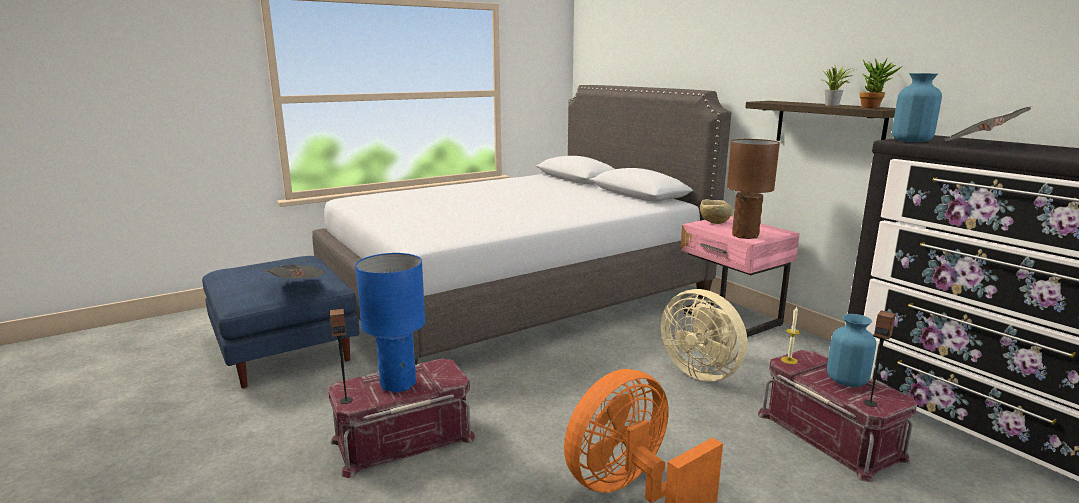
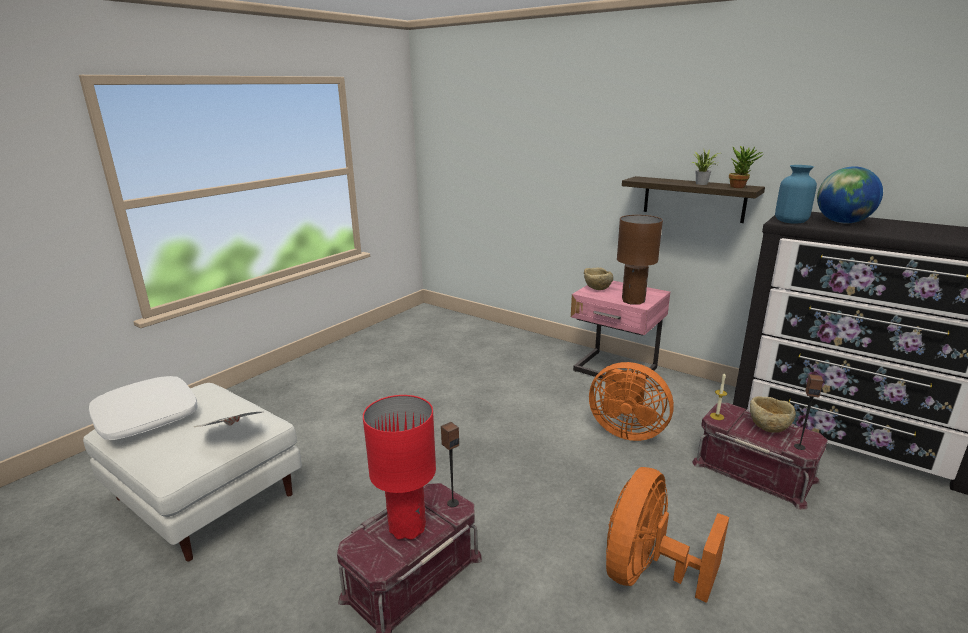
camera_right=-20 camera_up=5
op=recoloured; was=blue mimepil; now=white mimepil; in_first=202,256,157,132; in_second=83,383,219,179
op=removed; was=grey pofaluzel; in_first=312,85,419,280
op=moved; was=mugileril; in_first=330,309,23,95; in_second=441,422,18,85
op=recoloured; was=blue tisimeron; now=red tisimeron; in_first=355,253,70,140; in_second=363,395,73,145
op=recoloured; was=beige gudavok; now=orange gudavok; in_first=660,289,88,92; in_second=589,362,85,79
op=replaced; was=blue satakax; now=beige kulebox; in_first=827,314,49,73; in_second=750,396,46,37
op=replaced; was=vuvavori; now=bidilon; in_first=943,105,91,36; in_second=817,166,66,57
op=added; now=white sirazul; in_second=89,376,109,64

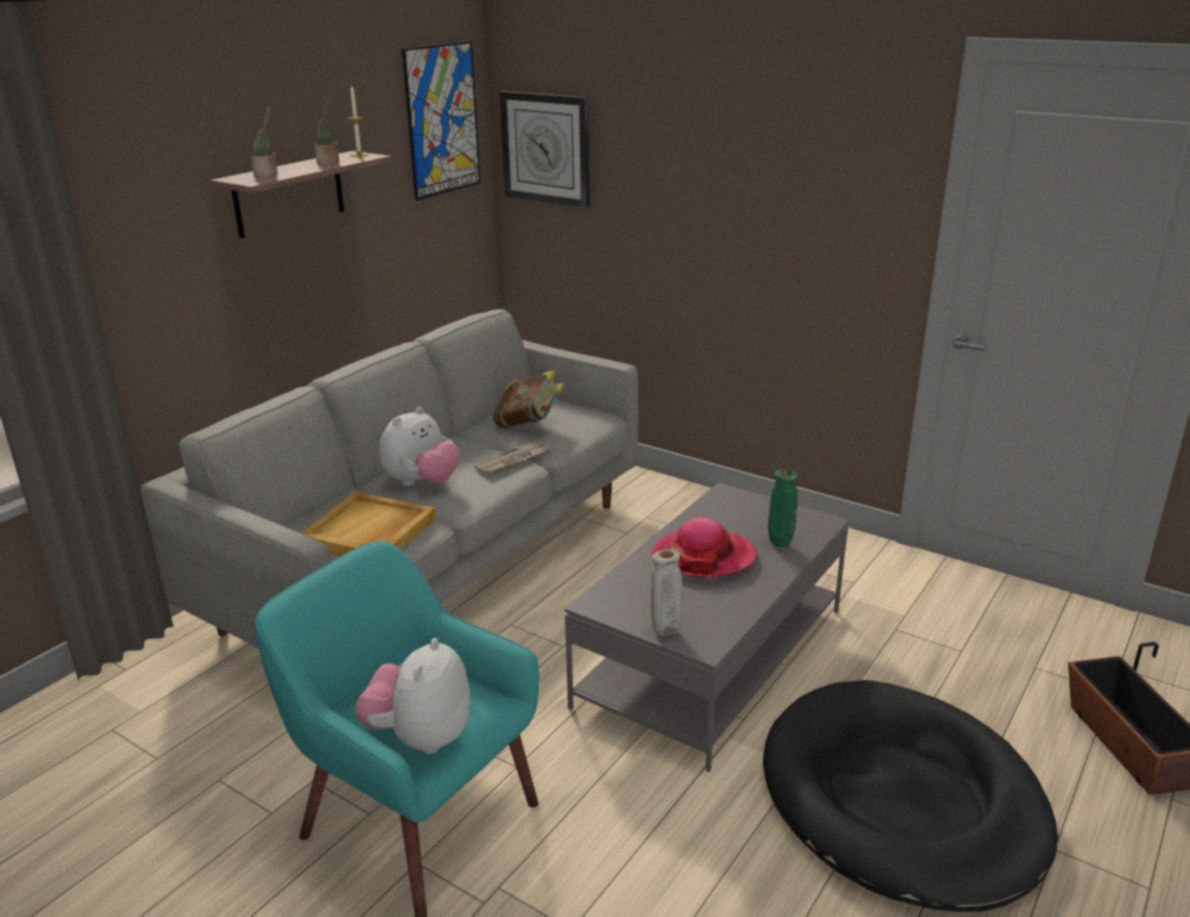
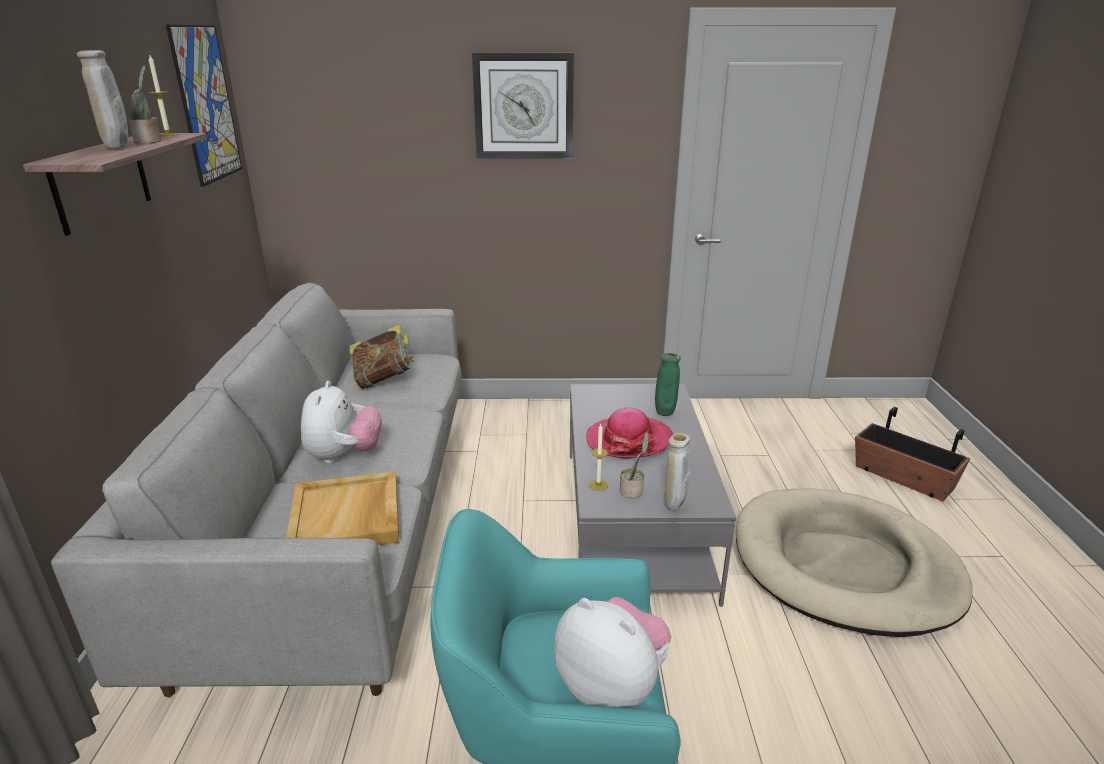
camera_right=-35 camera_up=0
op=moved; was=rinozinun; in_first=251,107,27,71; in_second=620,432,29,66
op=turned; was=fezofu; in_first=355,638,115,116; in_second=554,597,117,111; clockwise=150
op=removed; was=vuvavori; in_first=474,440,77,36
op=moved; was=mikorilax; in_first=499,91,91,117; in_second=472,53,102,106
op=recoloured; was=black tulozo; now=beige tulozo; in_first=763,680,295,232; in_second=736,488,237,149
op=added; now=beige satakax; in_second=77,50,51,99
op=added; now=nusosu; in_second=589,424,19,67

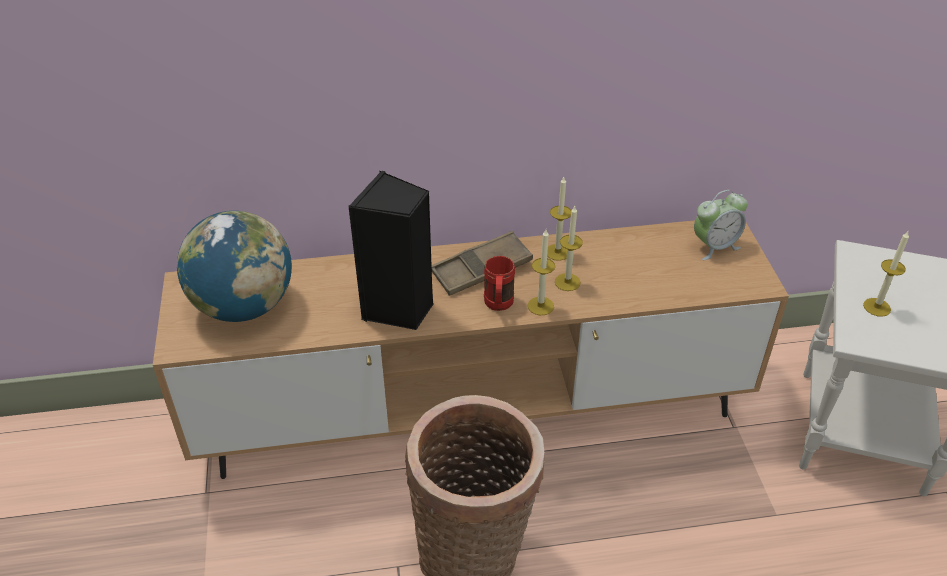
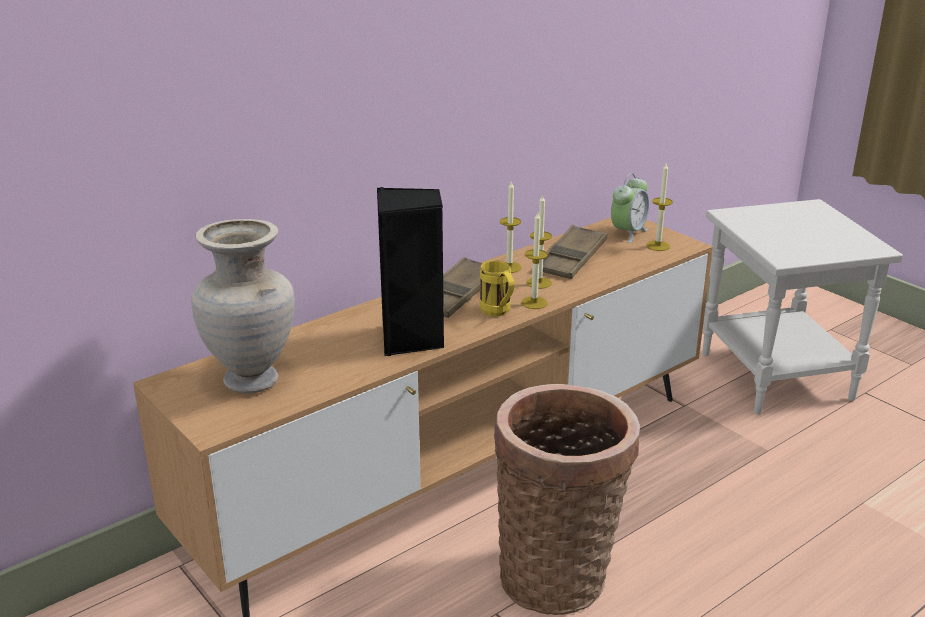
camera_right=-30 camera_up=-15
op=replaced; was=bidilon; now=beige satakax; in_first=177,211,115,111; in_second=191,219,104,175
op=recoloured; was=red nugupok; now=yellow nugupok; in_first=484,256,31,55; in_second=480,260,34,57
op=moved; was=nusosu; in_first=863,230,46,87; in_second=646,163,27,88
op=added; now=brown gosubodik; in_second=543,225,65,54

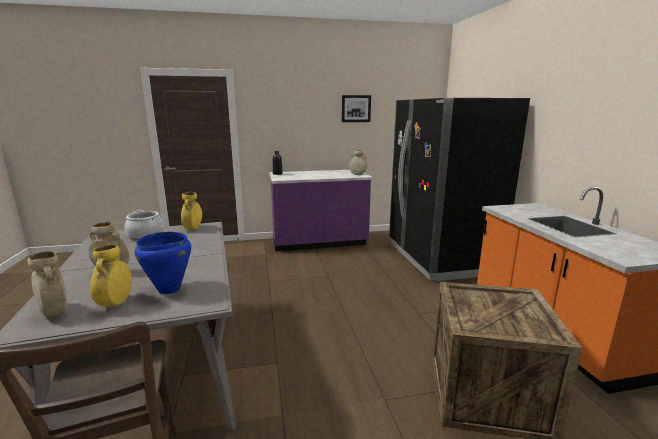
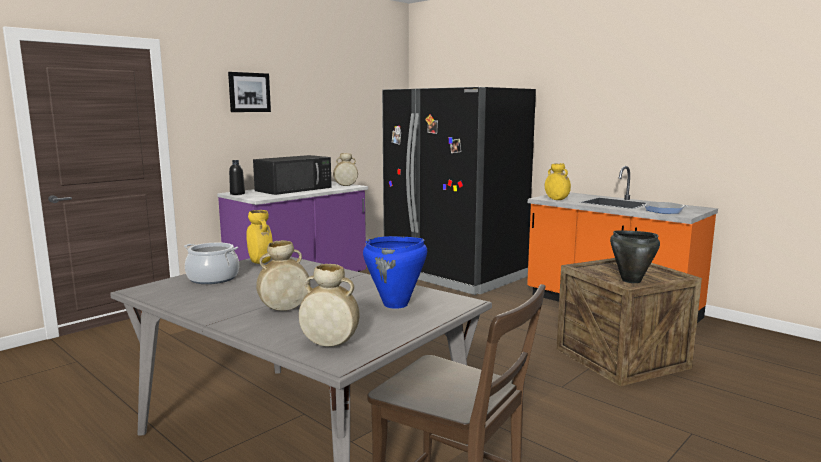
camera_right=-35 camera_up=-5
op=moved; was=yellow satakax; in_first=90,244,42,63; in_second=545,163,26,37
op=moved; was=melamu; in_first=342,95,29,27; in_second=228,72,43,40
op=added; now=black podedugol; in_second=253,155,79,40
op=added; now=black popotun; in_second=610,230,50,53
op=added; now=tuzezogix; in_second=642,202,45,12

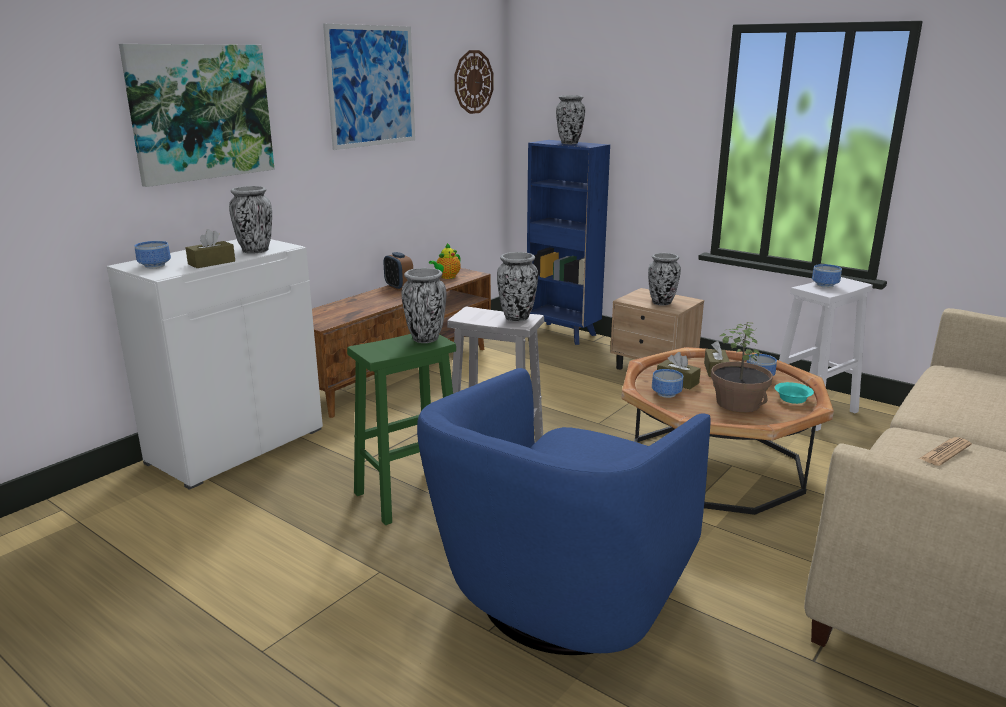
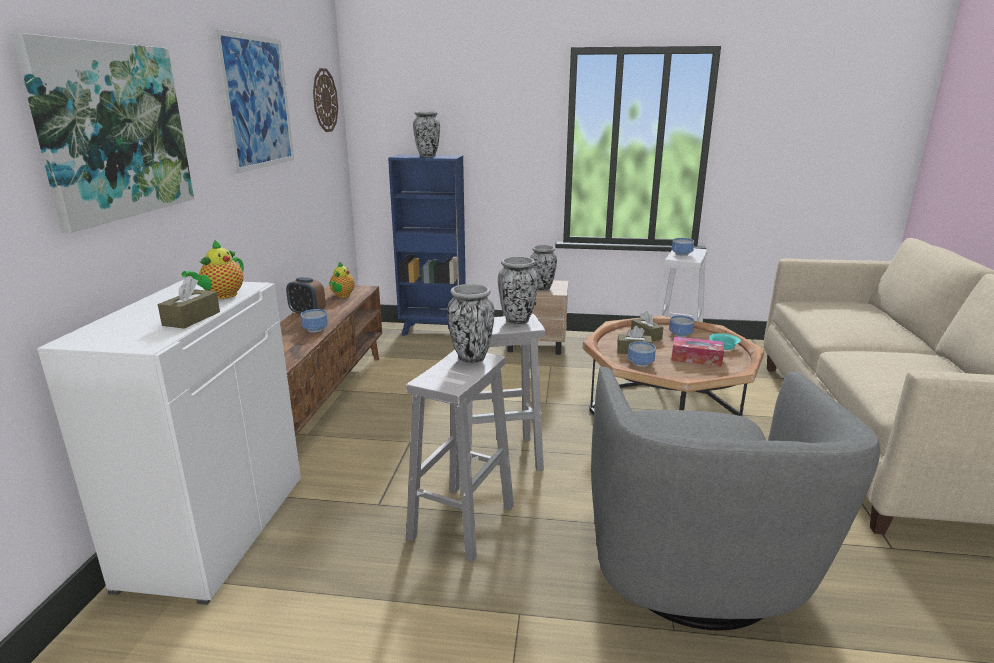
camera_right=-30 camera_up=0
op=moved; was=kulebox; in_first=134,241,37,27; in_second=301,309,27,23
op=replaced; was=satakax; now=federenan; in_first=229,186,43,68; in_second=181,240,63,59
op=recoloured; was=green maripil; now=white maripil; in_first=347,334,109,191; in_second=406,350,108,212
op=recoloured; was=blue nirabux; now=grey nirabux; in_first=417,368,294,287; in_second=591,367,289,263
op=replaced; was=rinozinun; now=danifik; in_first=711,322,62,90; in_second=671,337,53,30
op=removed; was=vuvavori; in_first=919,437,53,29

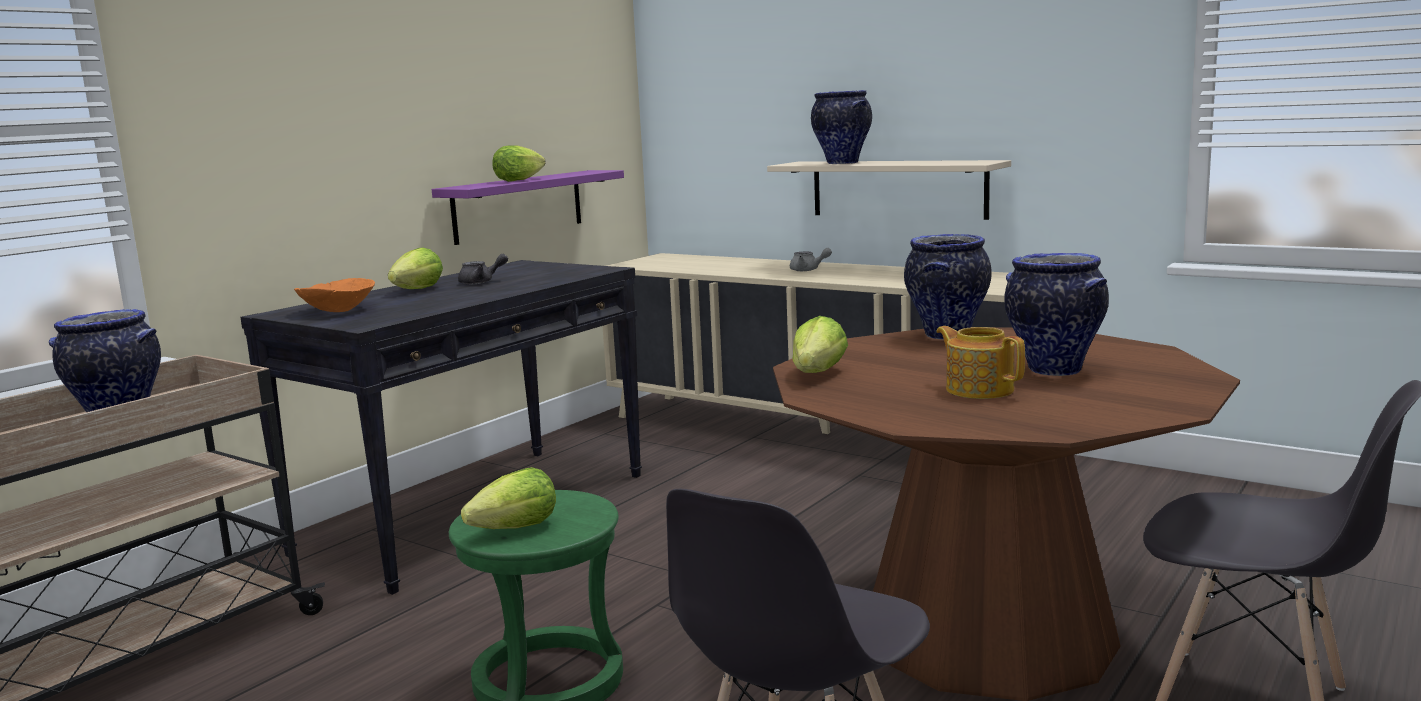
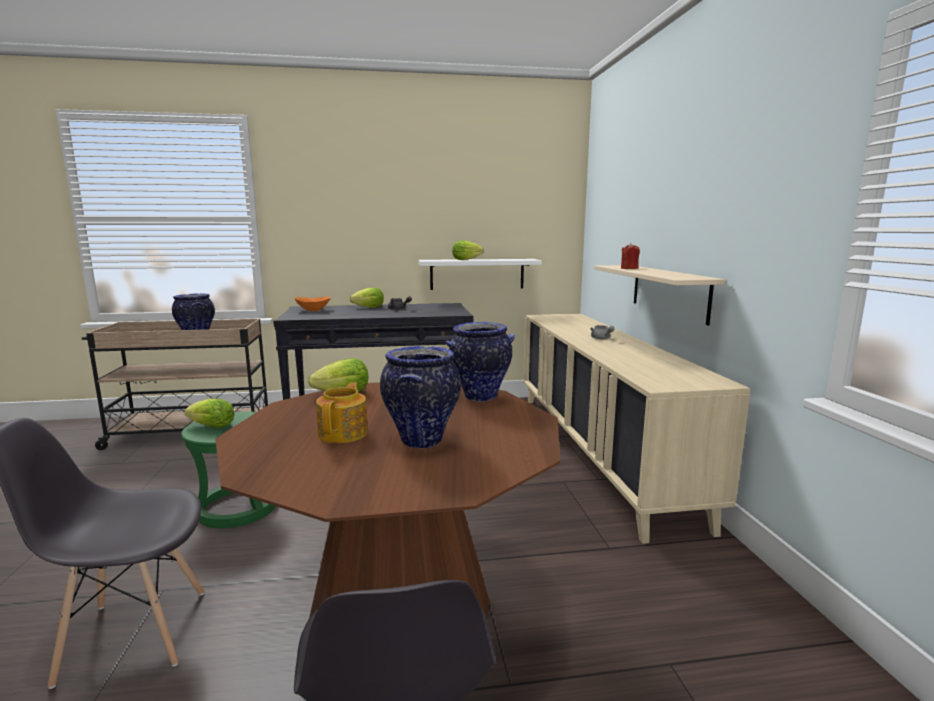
camera_right=45 camera_up=0
op=recoloured; was=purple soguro; now=white soguro; in_first=432,170,192,75; in_second=419,259,123,31
op=replaced; was=satakax; now=red nusosu; in_first=811,90,61,74; in_second=621,243,19,26

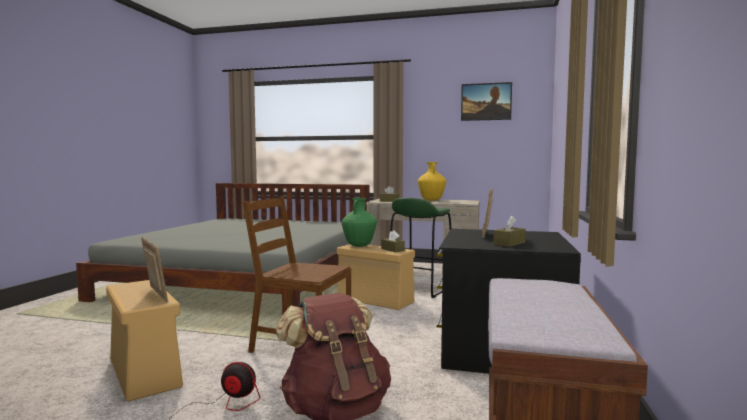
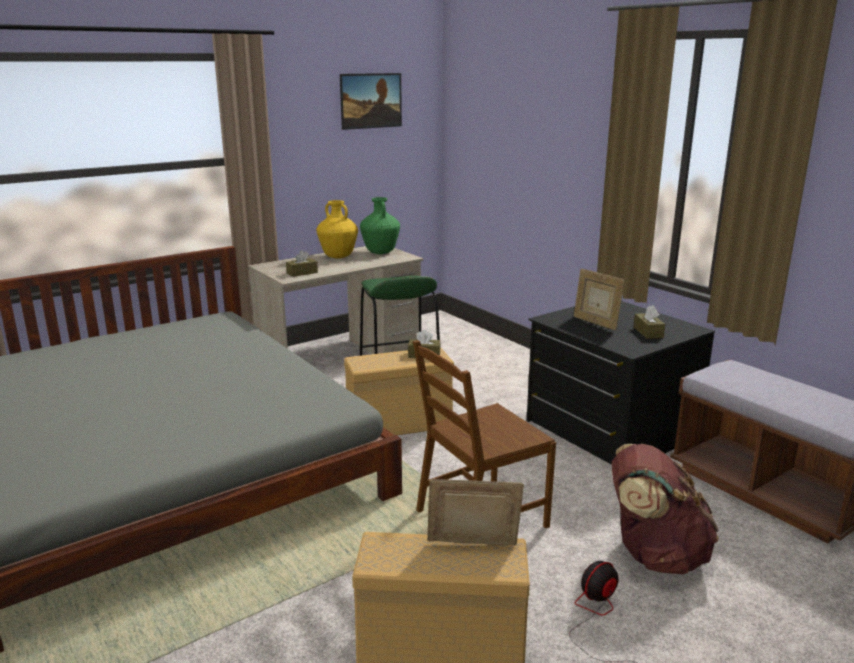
camera_right=-50 camera_up=15
op=moved; was=green satakax; in_first=342,198,35,49; in_second=360,197,40,57

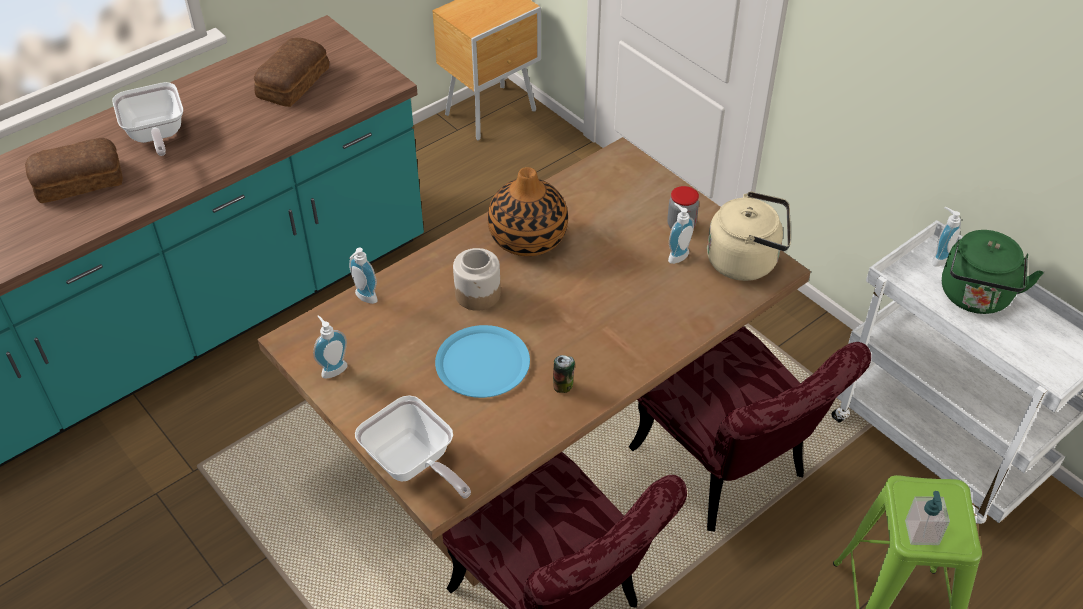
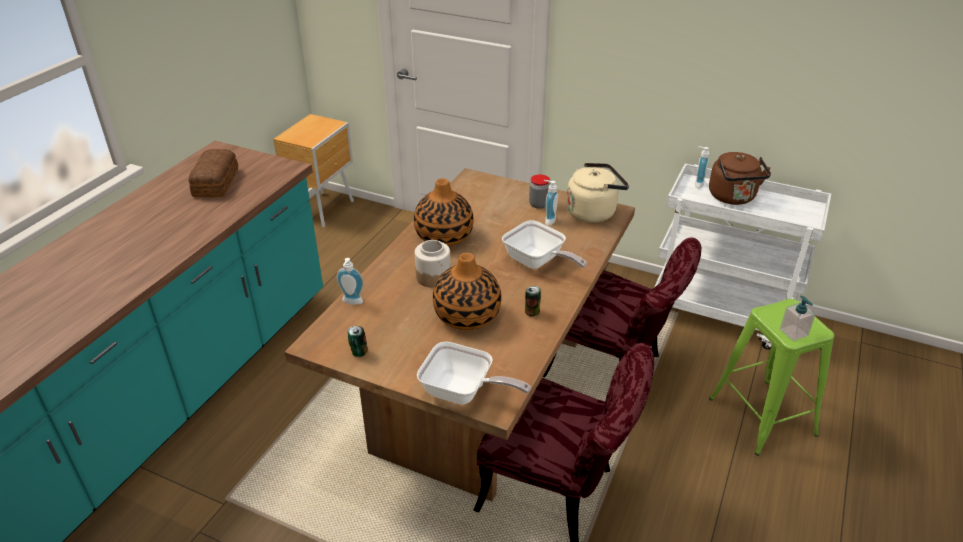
camera_right=-25 camera_up=-10
op=removed; was=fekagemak; in_first=25,138,98,65
op=moved; was=tuzezogix; in_first=112,82,71,74; in_second=502,220,85,49
op=replaced; was=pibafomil; now=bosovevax; in_first=313,315,35,64; in_second=347,326,21,31
op=replaced; was=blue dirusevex; now=satakax; in_first=435,325,95,73; in_second=433,253,68,77
op=recoloured; was=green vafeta; now=brown vafeta; in_first=942,230,101,84; in_second=709,152,62,53

